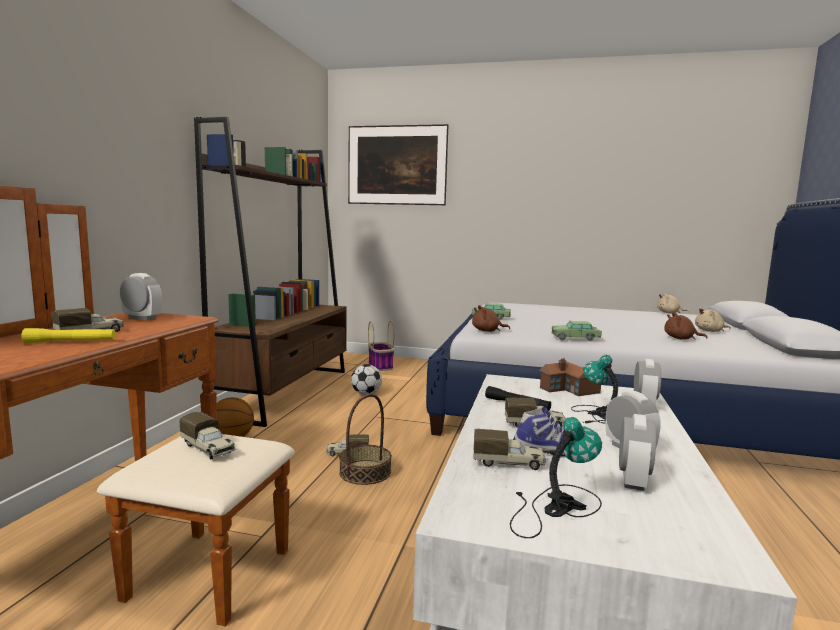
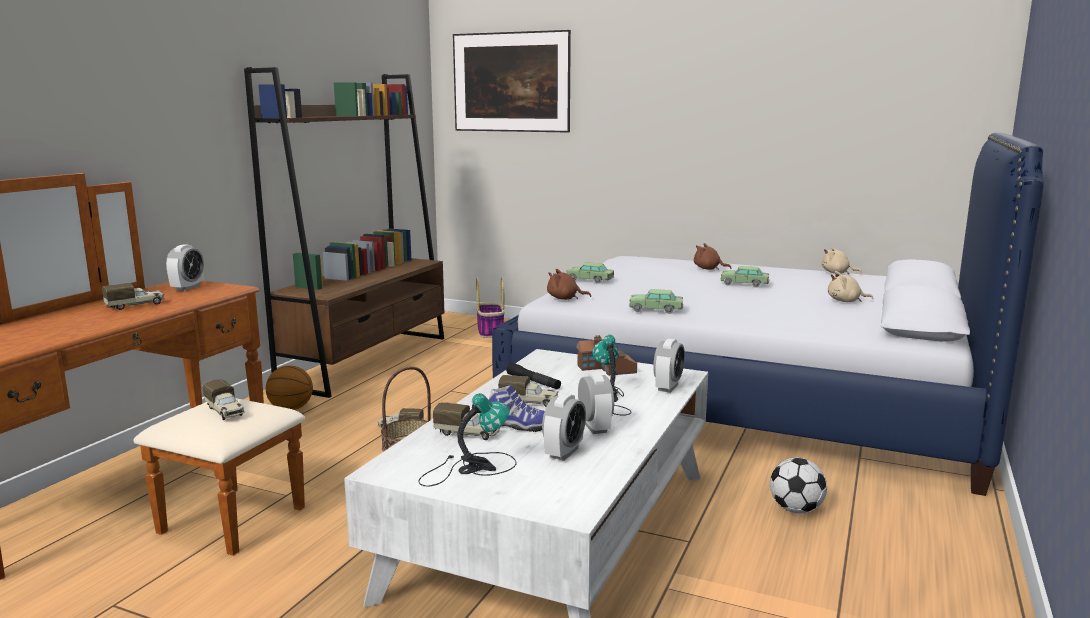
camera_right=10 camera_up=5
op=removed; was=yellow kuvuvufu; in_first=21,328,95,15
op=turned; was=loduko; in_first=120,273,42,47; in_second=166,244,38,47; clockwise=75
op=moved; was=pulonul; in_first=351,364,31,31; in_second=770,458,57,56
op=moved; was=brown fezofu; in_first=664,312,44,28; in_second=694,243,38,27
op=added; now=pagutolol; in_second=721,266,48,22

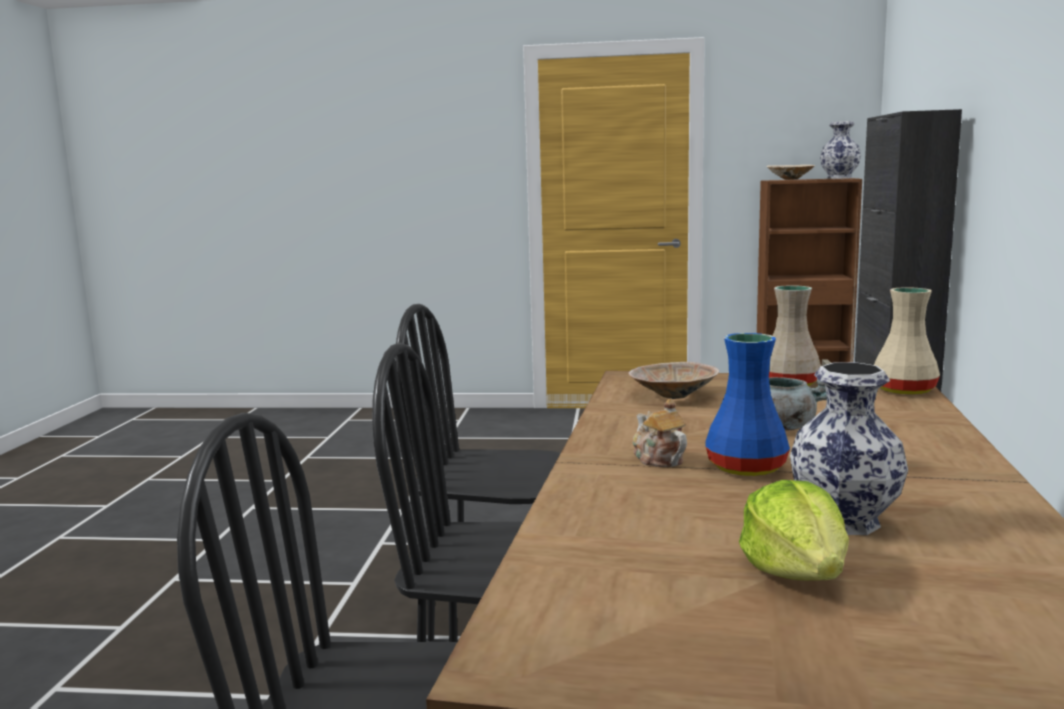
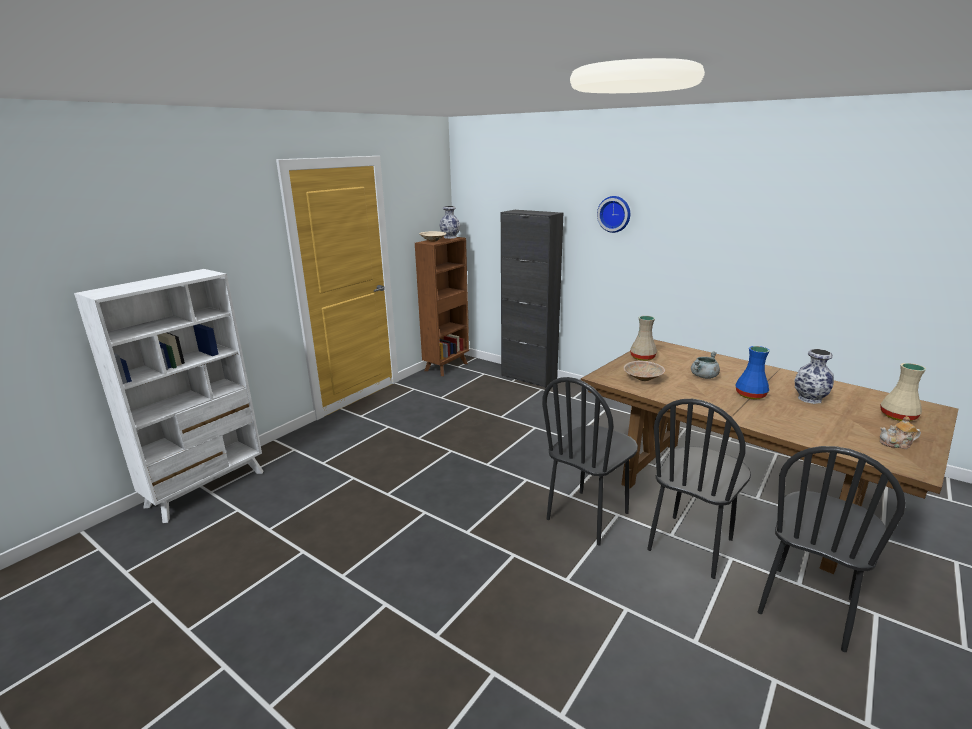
camera_right=-60 camera_up=10
op=moved; was=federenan; in_first=633,398,54,69; in_second=880,416,41,33
op=removed; was=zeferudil; in_first=739,480,110,101
op=moved; was=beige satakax; in_first=874,287,66,108; in_second=880,363,46,59
op=added; now=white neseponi; in_second=74,269,189,254
op=added; now=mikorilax; in_second=597,196,33,37

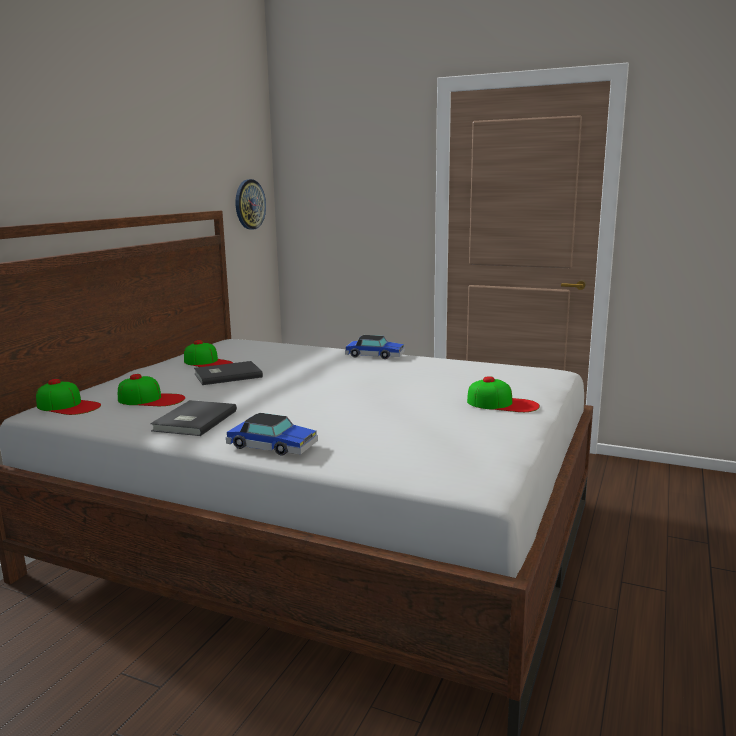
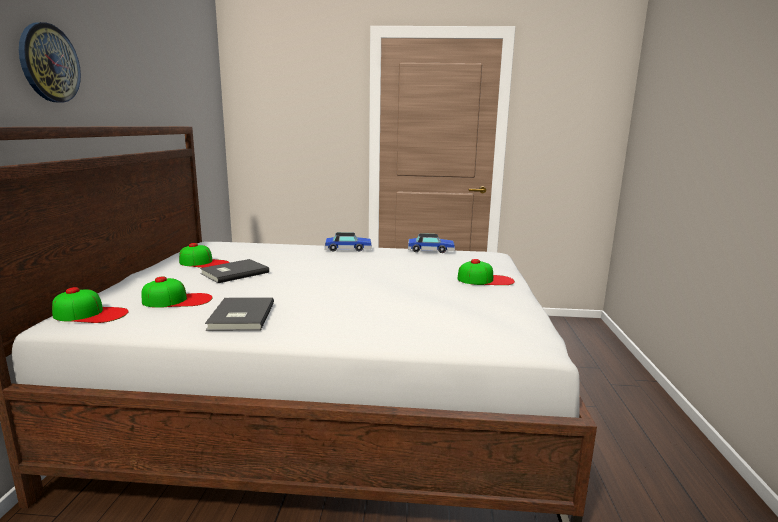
camera_right=-20 camera_up=0
op=moved; was=pagutolol; in_first=226,413,92,43; in_second=408,233,47,20
op=moved; was=mikorilax; in_first=236,179,30,51; in_second=19,22,62,81

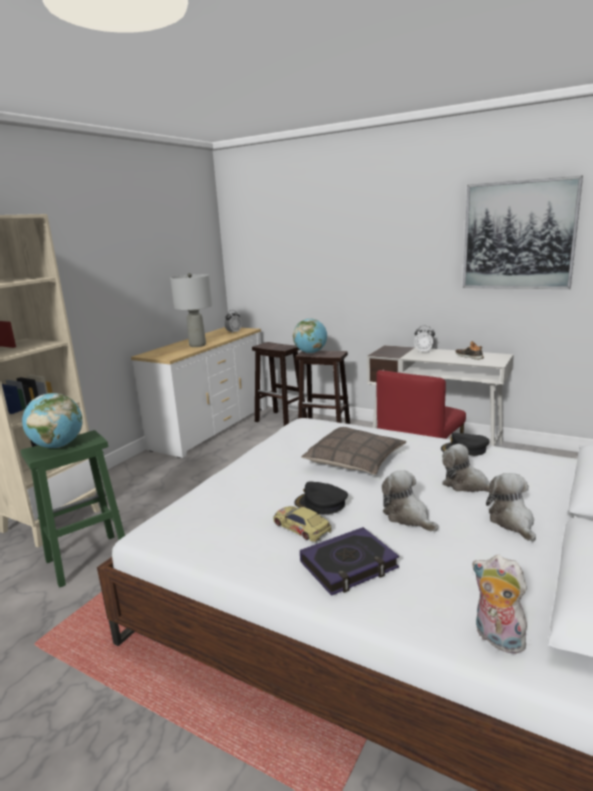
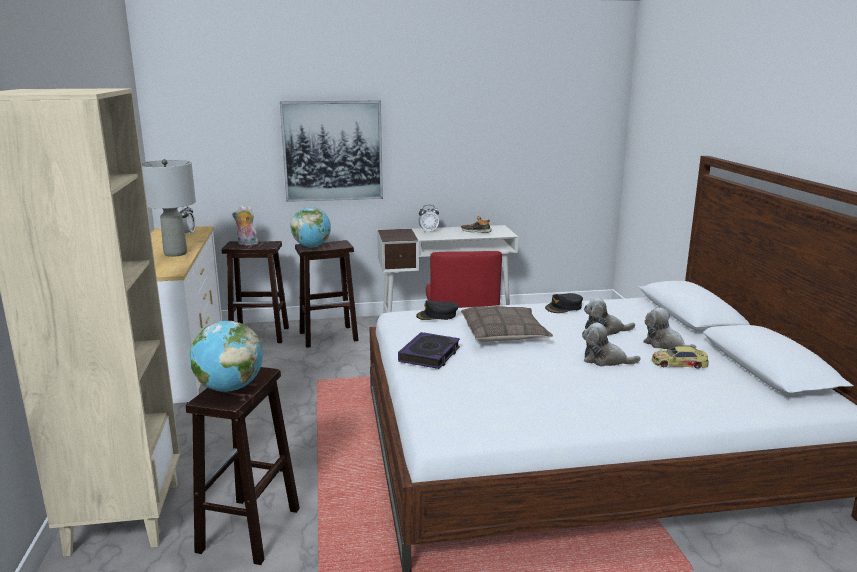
camera_right=-40 camera_up=0
op=recoloured; was=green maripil; now=brown maripil; in_first=20,430,105,158; in_second=186,367,114,198
op=moved; was=pagutolol; in_first=273,506,58,36; in_second=651,346,58,23
op=moved; was=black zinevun; in_first=294,481,54,33; in_second=416,300,43,20
op=moved; was=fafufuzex; in_first=300,527,99,69; in_second=398,332,62,37
op=moved; was=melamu; in_first=463,175,120,114; in_second=280,101,103,101
op=moved; was=fezofu; in_first=472,555,55,99; in_second=232,205,26,41

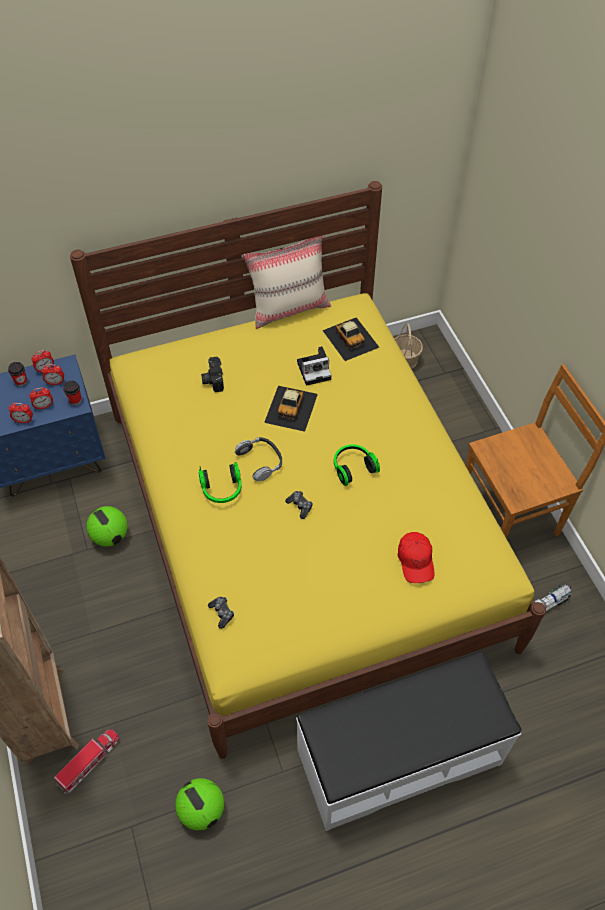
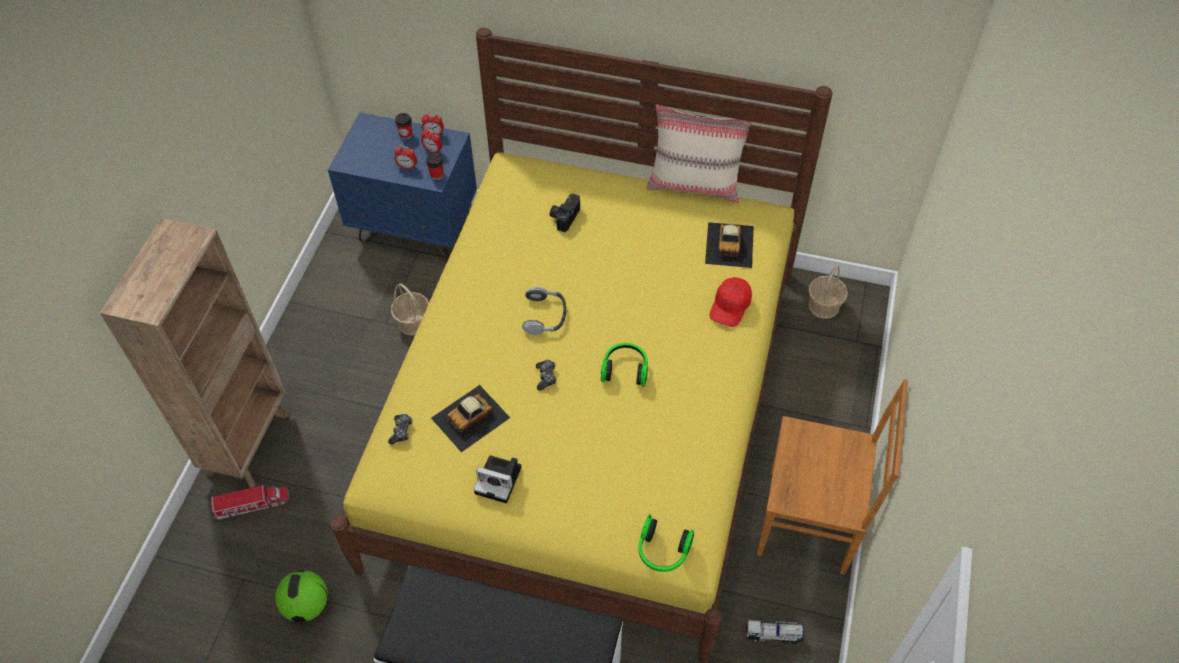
camera_right=35 camera_up=0
op=removed; was=loduko; in_first=9,403,24,20
op=replaced; was=pulonul; now=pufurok; in_first=86,506,42,41; in_second=391,283,38,53
op=moved; was=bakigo; in_first=199,462,42,41; in_second=638,514,56,58
op=moved; was=pagutolol; in_first=264,386,54,46; in_second=431,385,79,67
op=moved; was=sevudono; in_first=297,346,34,40; in_second=474,455,47,48
op=moved; was=red zinevun; in_first=398,532,37,51; in_second=710,277,42,50

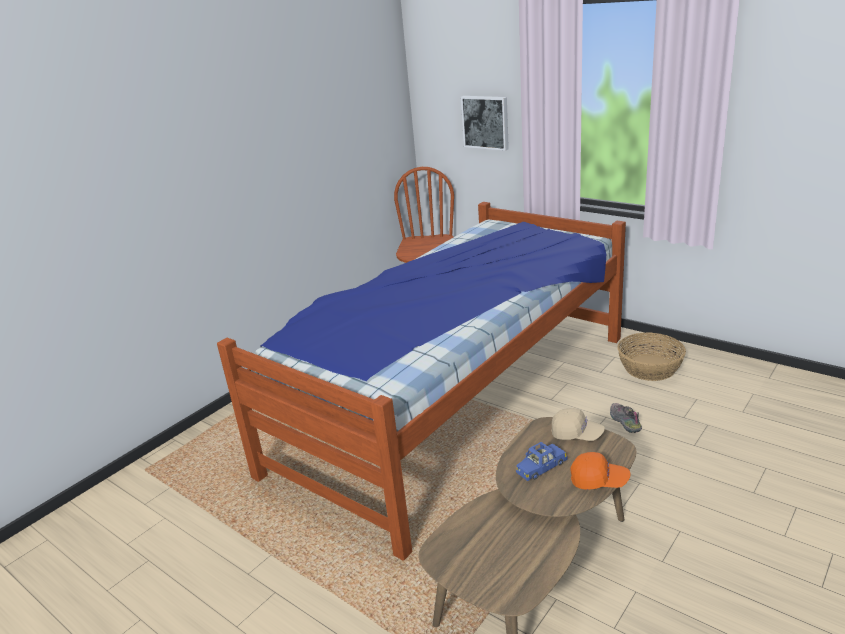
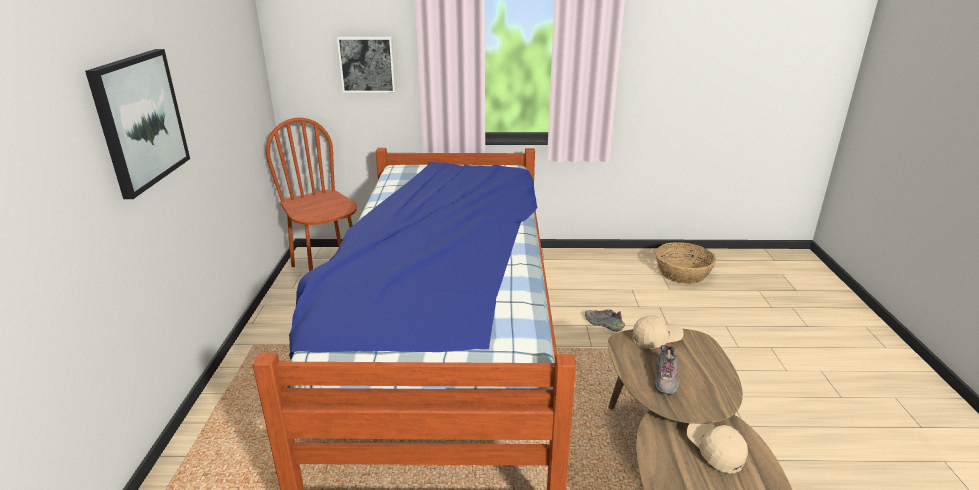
camera_right=-40 camera_up=0
op=replaced; was=blue pagutolol; now=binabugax; in_first=516,442,51,39; in_second=654,343,25,52
op=removed; was=orange zinevun; in_first=570,452,60,38
op=moved; was=pufurok; in_first=617,332,69,49; in_second=656,242,60,42
op=added; now=melamu; in_second=85,49,105,150
op=added; now=beige zinevun; in_second=687,423,61,51

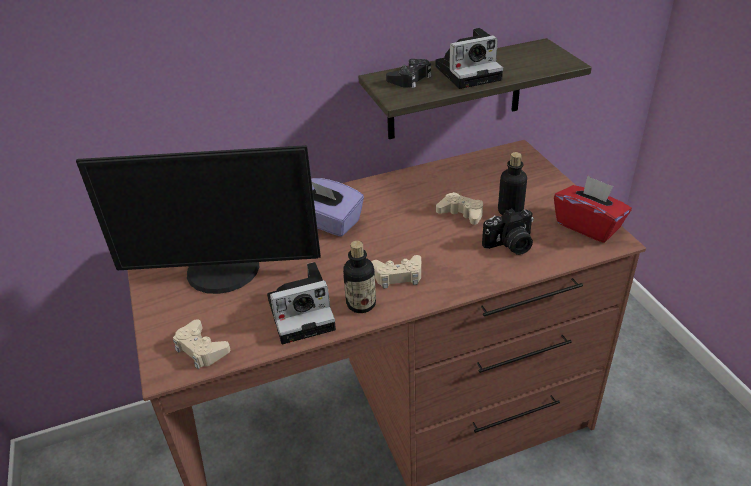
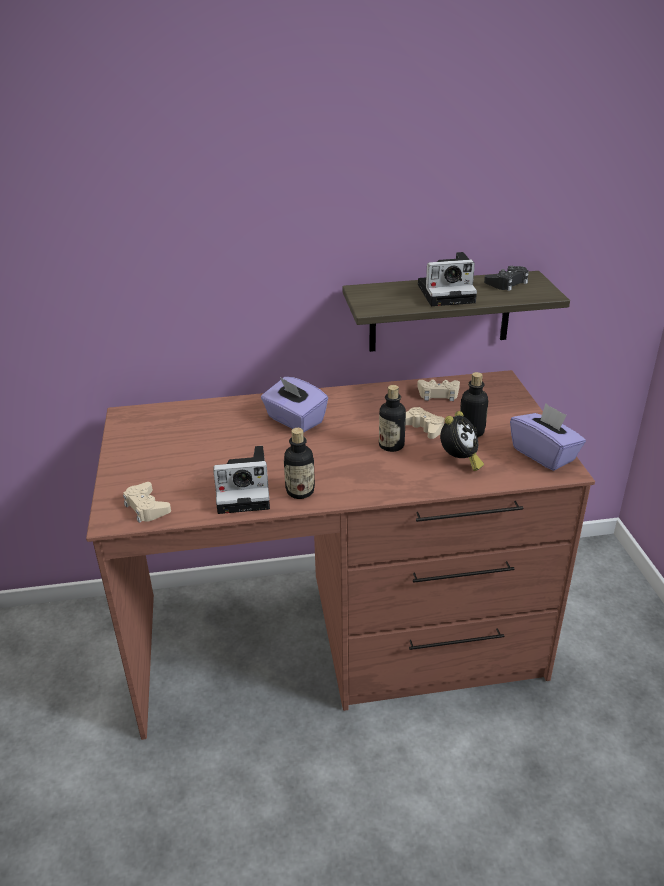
camera_right=10 camera_up=-5
op=removed; was=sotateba; in_first=76,145,245,149
op=moved; was=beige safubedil; in_first=371,255,50,34; in_second=417,380,43,21
op=moved; was=black safubedil; in_first=386,59,46,29; in_second=484,266,45,25
op=replaced; was=sevudono; now=loduko; in_first=482,208,52,47; in_second=440,411,44,60
op=recoloured; was=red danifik; now=purple danifik; in_first=554,176,78,67; in_second=510,403,76,68
op=added; now=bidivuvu; in_second=379,385,27,67

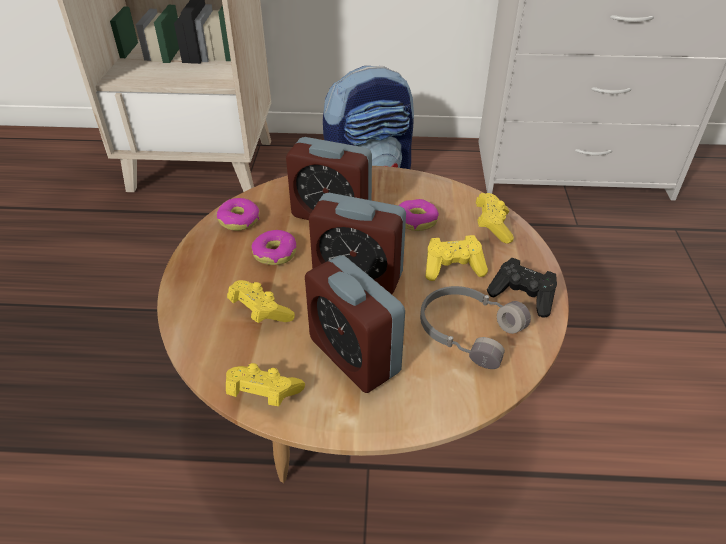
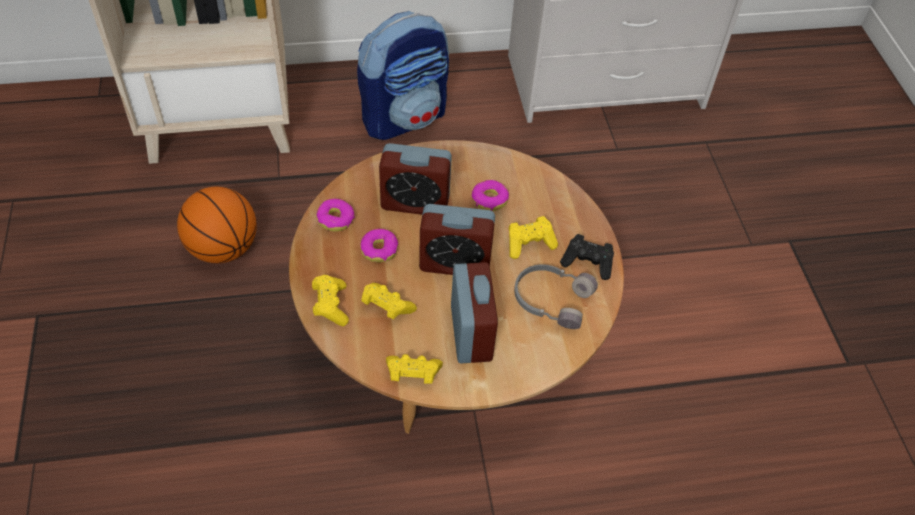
camera_right=-15 camera_up=10
op=turned; was=loduko; in_first=305,255,100,138; in_second=451,262,47,102; clockwise=-135
op=moved; was=yellow safubedil; in_first=476,193,38,51; in_second=312,275,37,51
op=added; now=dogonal; in_second=177,187,80,76

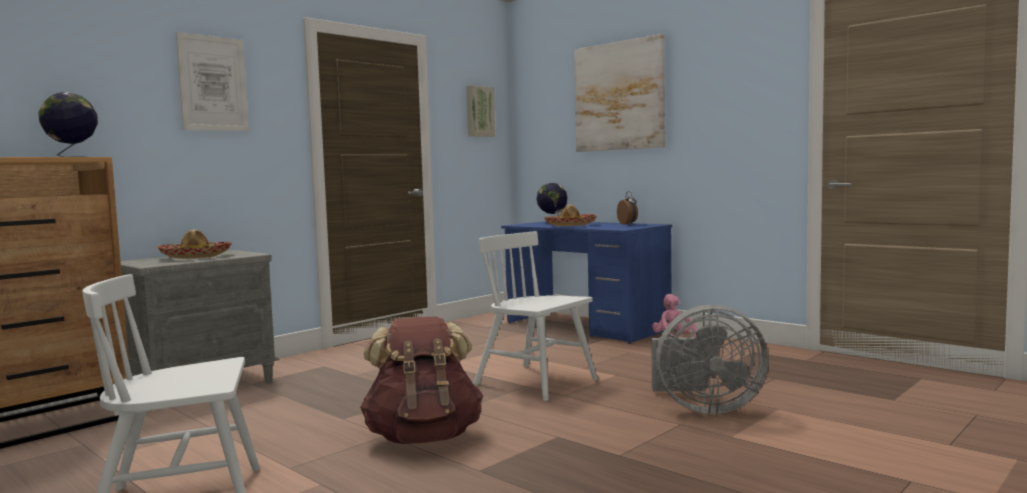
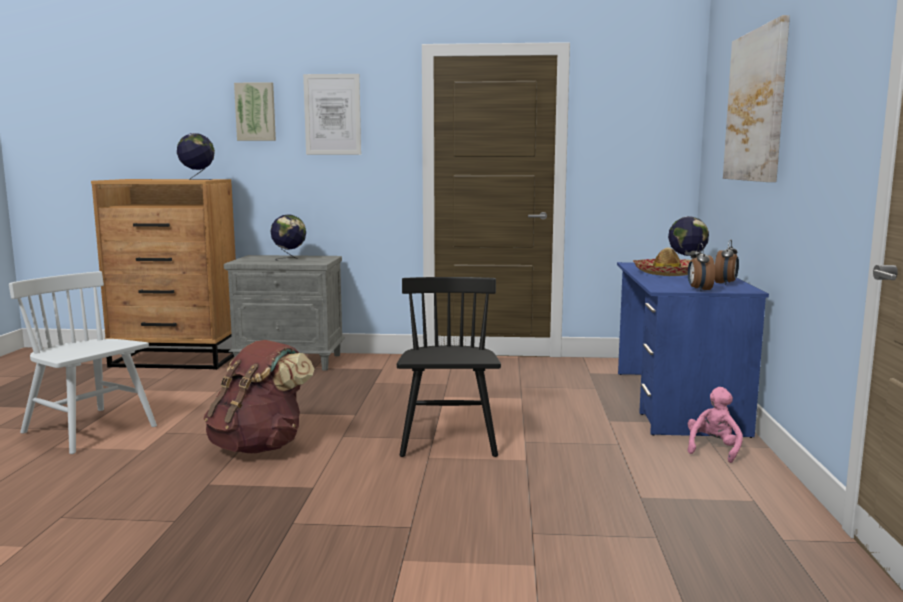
camera_right=50 camera_up=5
op=replaced; was=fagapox; now=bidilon; in_first=157,229,75,30; in_second=270,214,36,47
op=moved; was=melamu; in_first=466,85,29,52; in_second=234,82,42,59
op=recoloured; was=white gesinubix; now=black gesinubix; in_first=473,231,125,170; in_second=397,277,104,180
op=removed; was=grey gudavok; in_first=651,305,117,109
op=added; now=loduko; in_second=688,243,27,48

